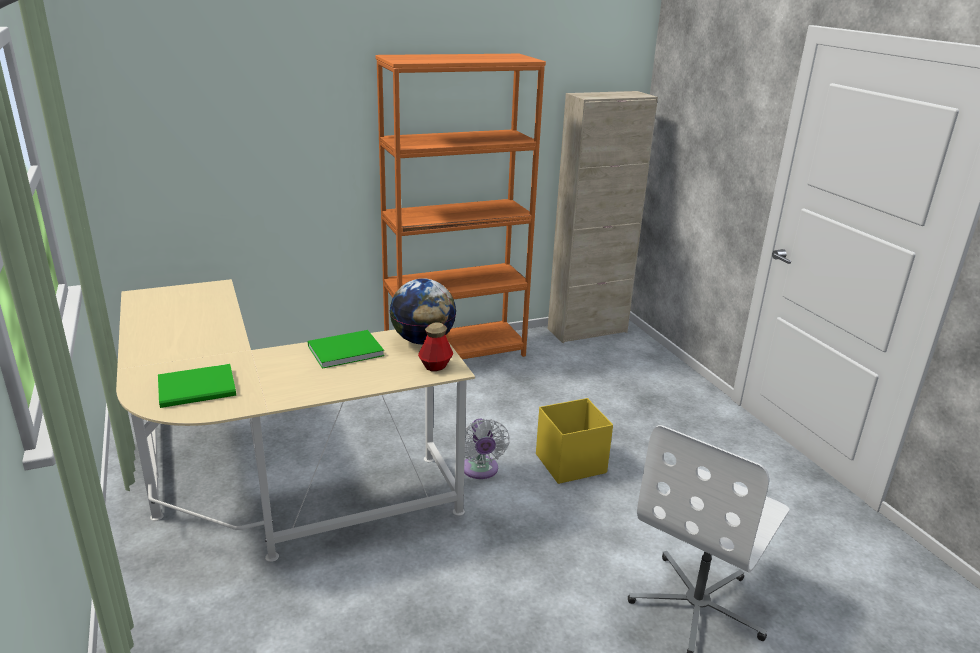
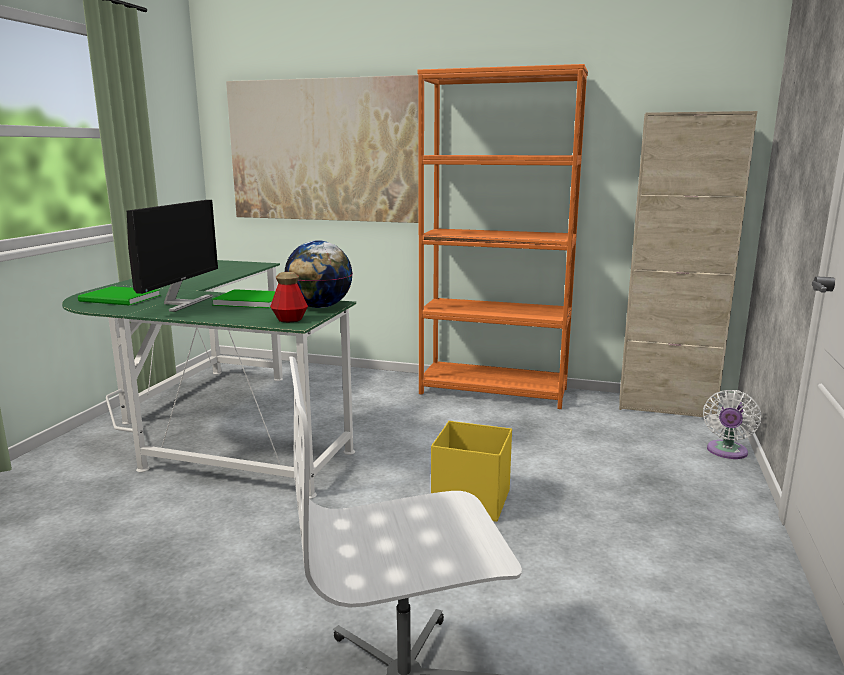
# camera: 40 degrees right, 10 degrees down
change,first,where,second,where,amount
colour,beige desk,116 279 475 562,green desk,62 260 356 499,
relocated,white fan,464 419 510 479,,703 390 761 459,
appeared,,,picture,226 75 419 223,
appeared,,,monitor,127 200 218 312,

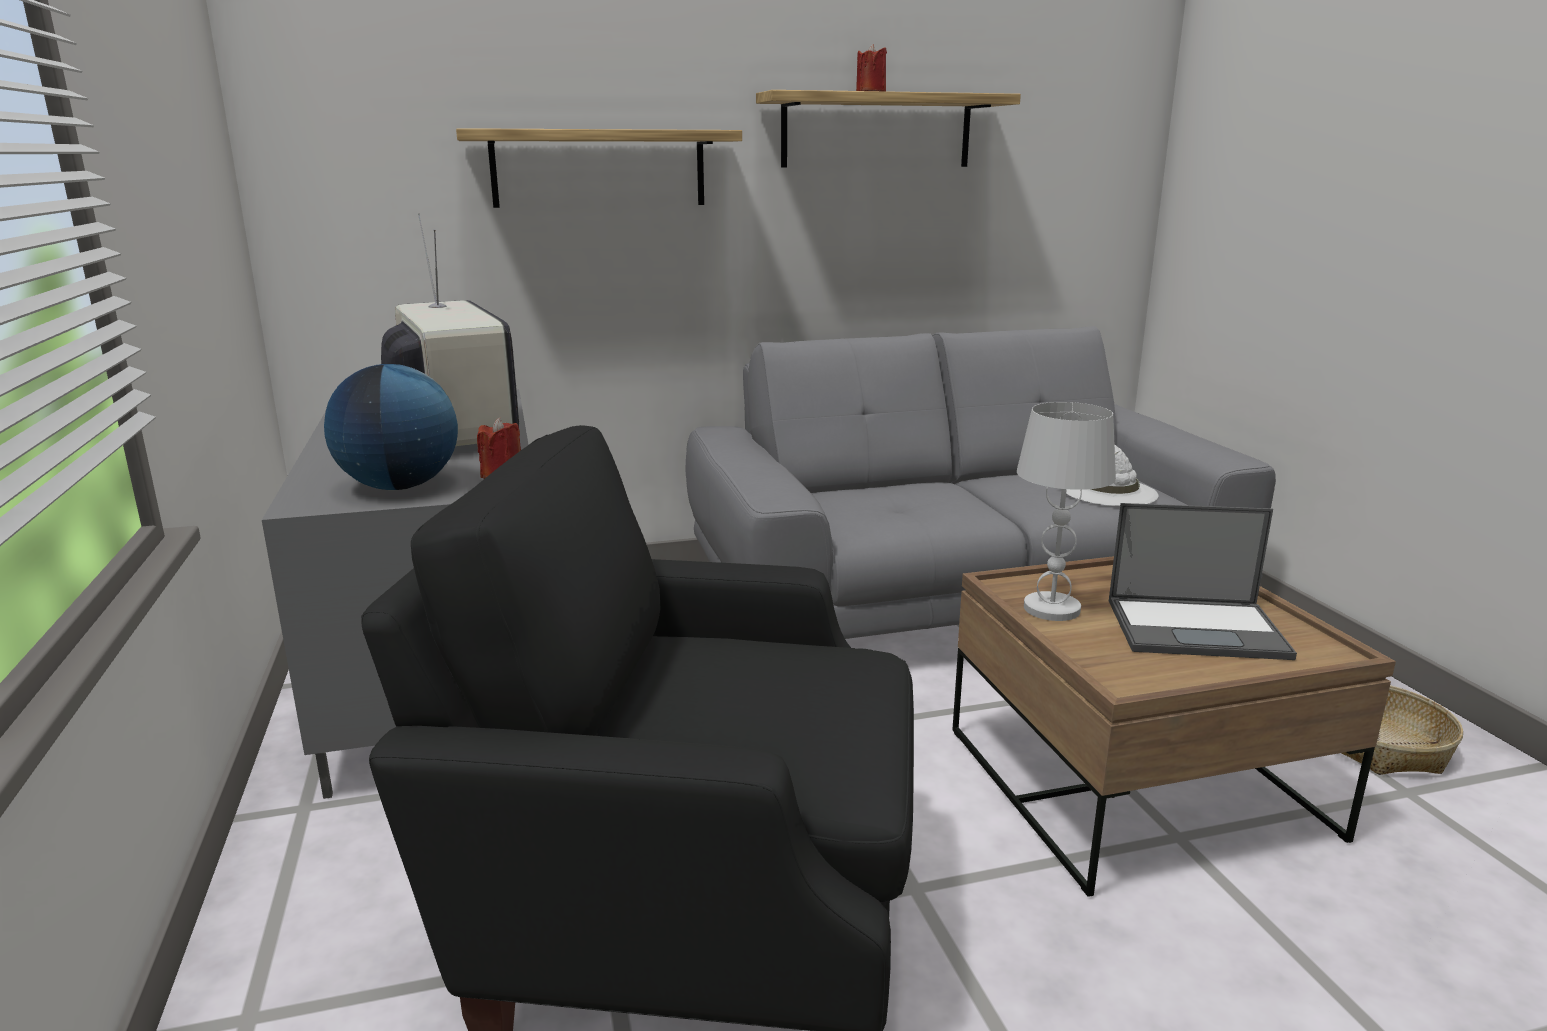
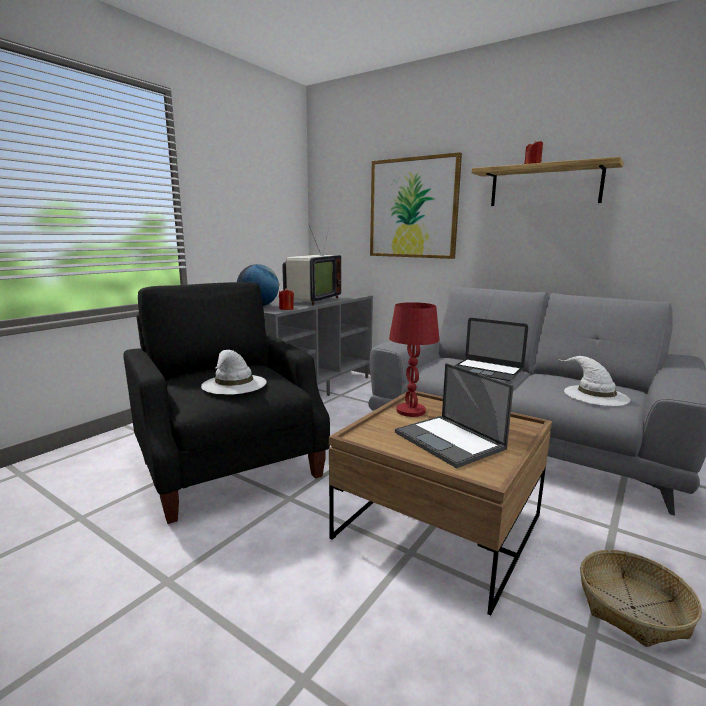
# camera: 50 degrees right, 5 degrees down
change,first,where,second,where,amount
exchanged,shelf,456 128 742 208,picture,370 152 462 259,
colour,white table lamp,1017 402 1116 621,red table lamp,389 302 440 417,
appeared,,,laptop,454 318 528 381,
appeared,,,white hat,201 350 267 395,

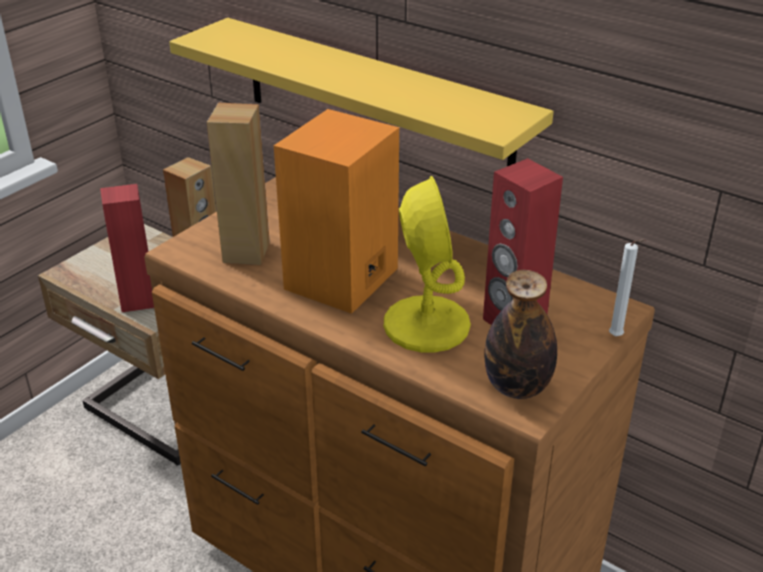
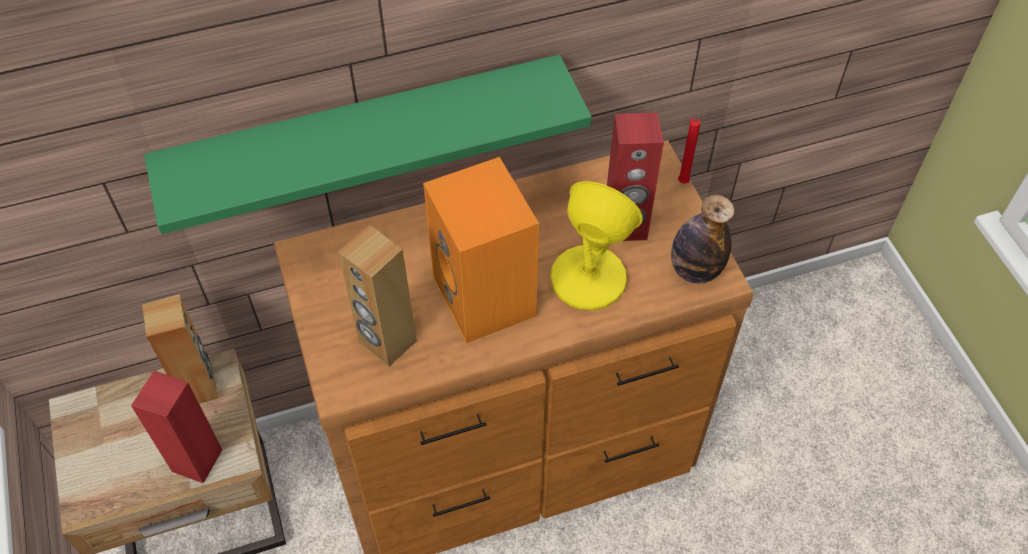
# camera: 55 degrees left, 20 degrees up
change,first,where,second,where,amount
colour,yellow shelf,169 18 554 166,green shelf,144 55 592 234,
colour,white candle,609 239 646 336,red candle,678 113 708 184,

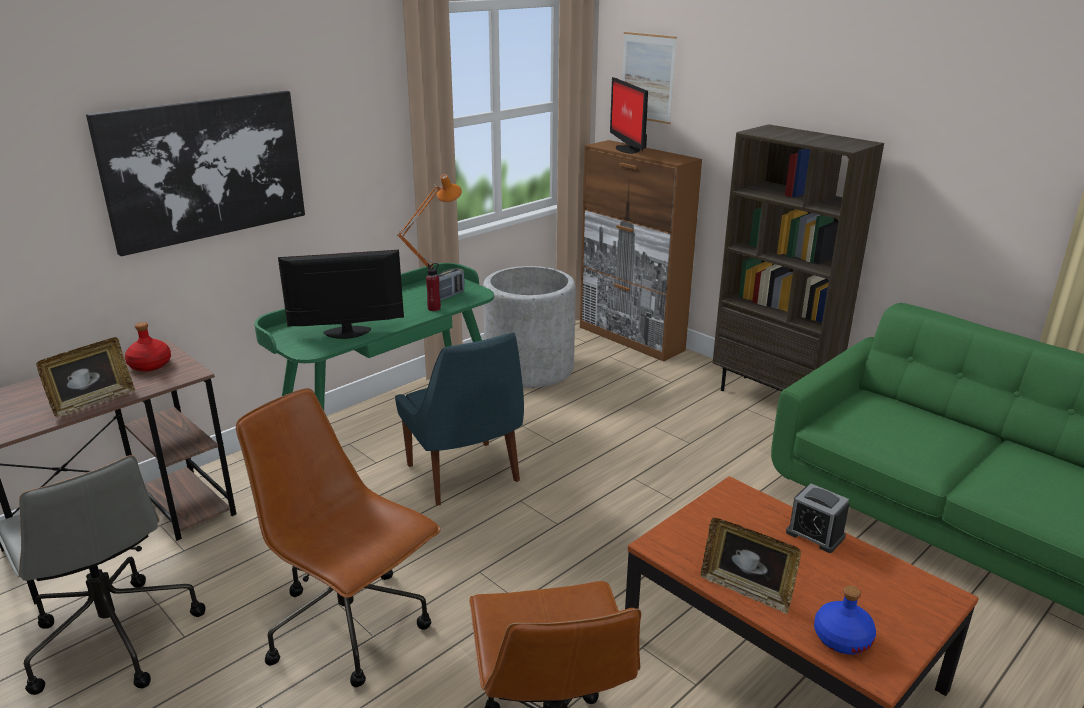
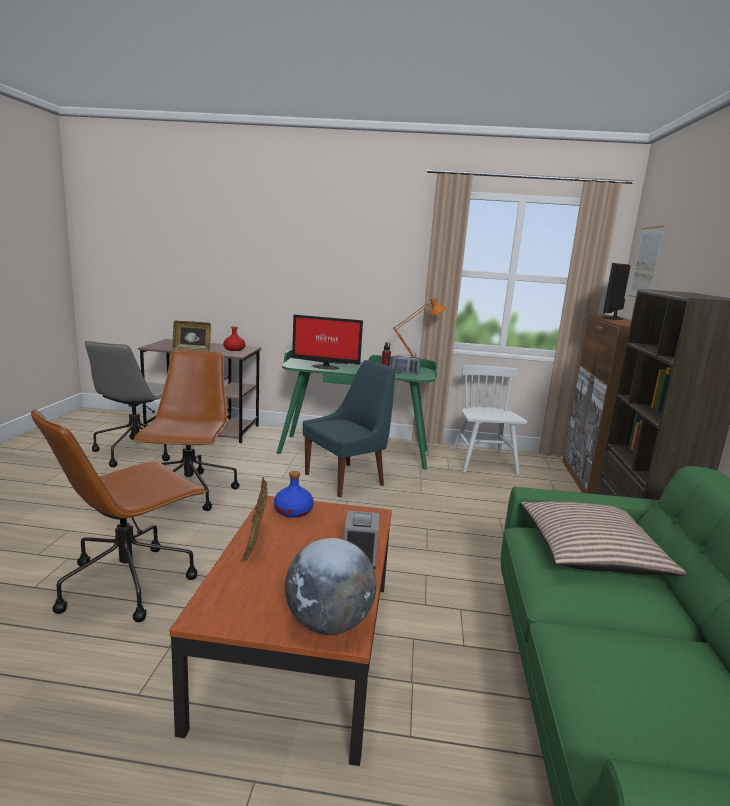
# camera: 50 degrees right, 10 degrees down
change,first,where,second,where,amount
missing,picture,86 91 305 256,,,
spun,monitor,278 250 404 339,,292 314 363 369,150 degrees clockwise
exchanged,grey planter,483 266 576 388,white chair,452 365 527 475,
spun,blue chair,395 333 524 506,,303 360 395 498,150 degrees counterclockwise
relocated,blue bottle,814 585 876 654,,274 471 314 518,
appeared,,,pillow,521 502 686 576,
appeared,,,globe,285 538 377 634,

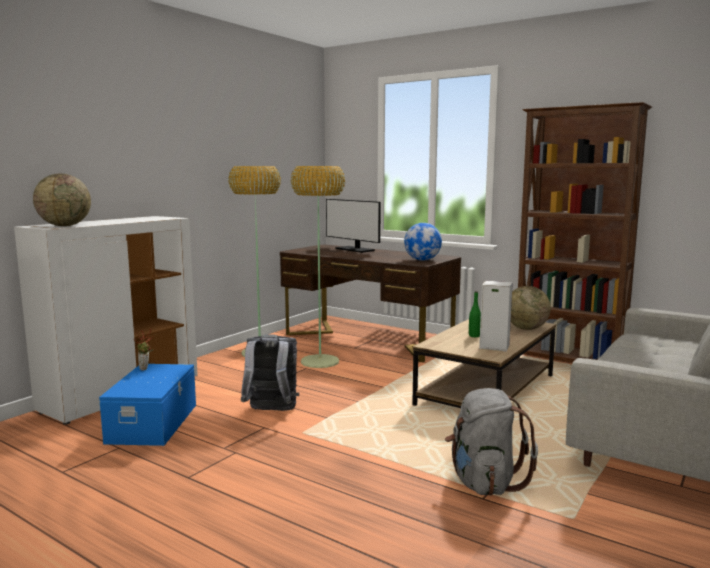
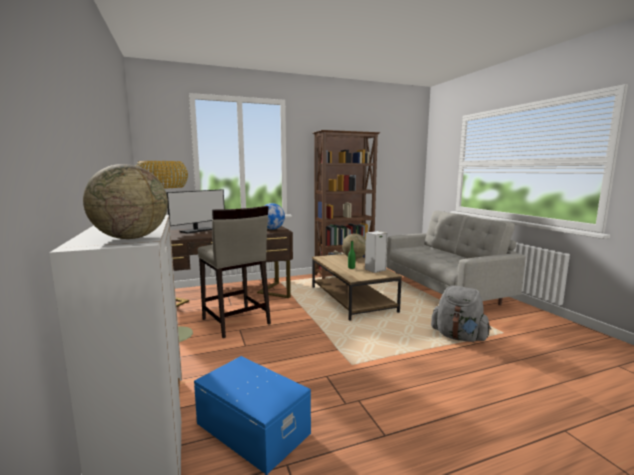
# camera: 55 degrees left, 0 degrees up
change,first,where,second,where,amount
exchanged,floor lamp,291 166 345 368,beige stool,198 206 271 338,
spun,monitor,326 199 381 253,,166 189 225 234,45 degrees counterclockwise
missing,potted plant,133 329 154 371,,,
missing,grey backpack,241 334 299 411,,,

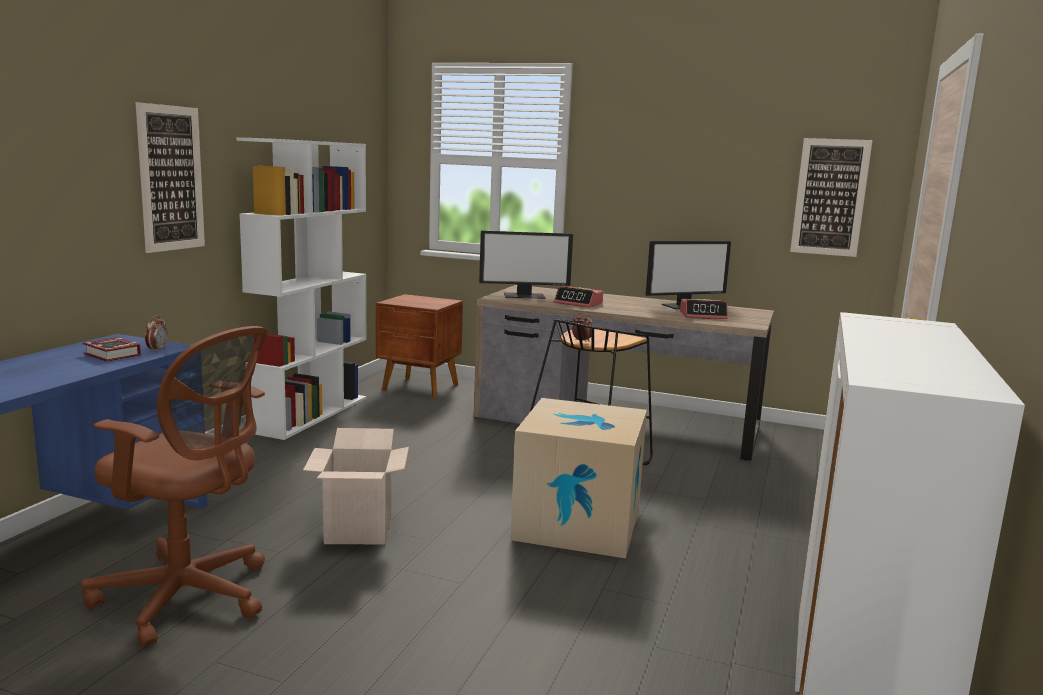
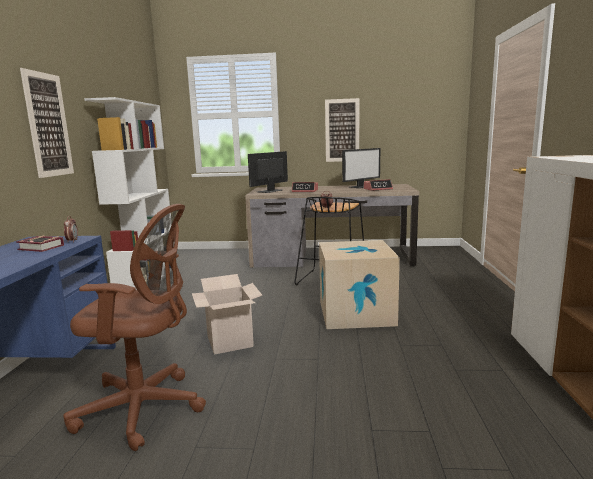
# camera: 15 degrees left, 0 degrees up
change,first,where,second,where,amount
relocated,picture,790 138 873 257,,325 98 359 162,
spun,monitor,479 230 573 299,,248 151 288 193,150 degrees clockwise
missing,brown nightstand,376 294 463 398,,,

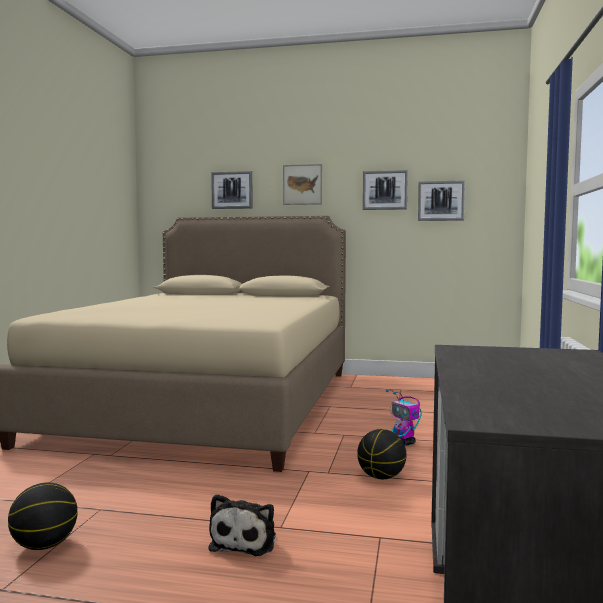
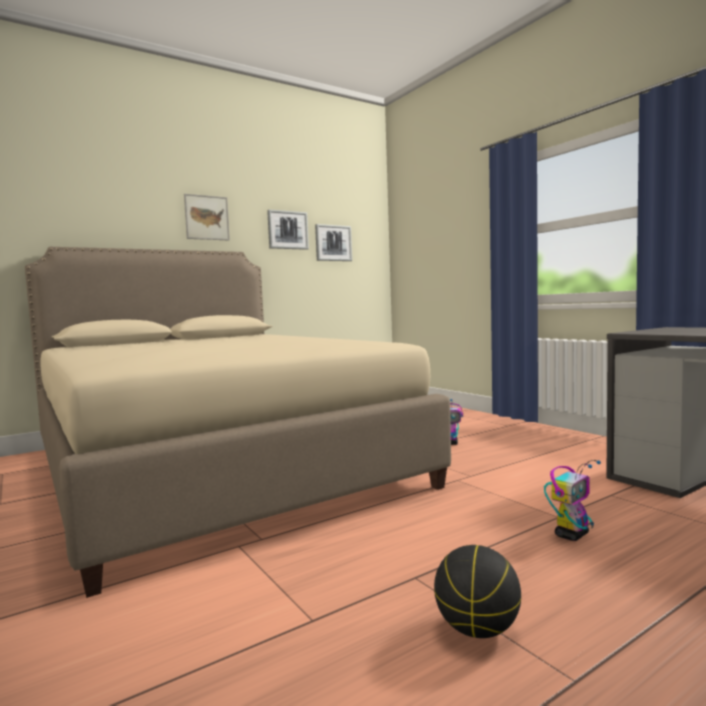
# camera: 45 degrees left, 0 degrees up
change,first,where,second,where,amount
missing,picture,211 171 253 209,,,
missing,basketball,357 429 406 479,,,
exchanged,plush toy,208 494 276 556,toy robot,544 460 601 541,

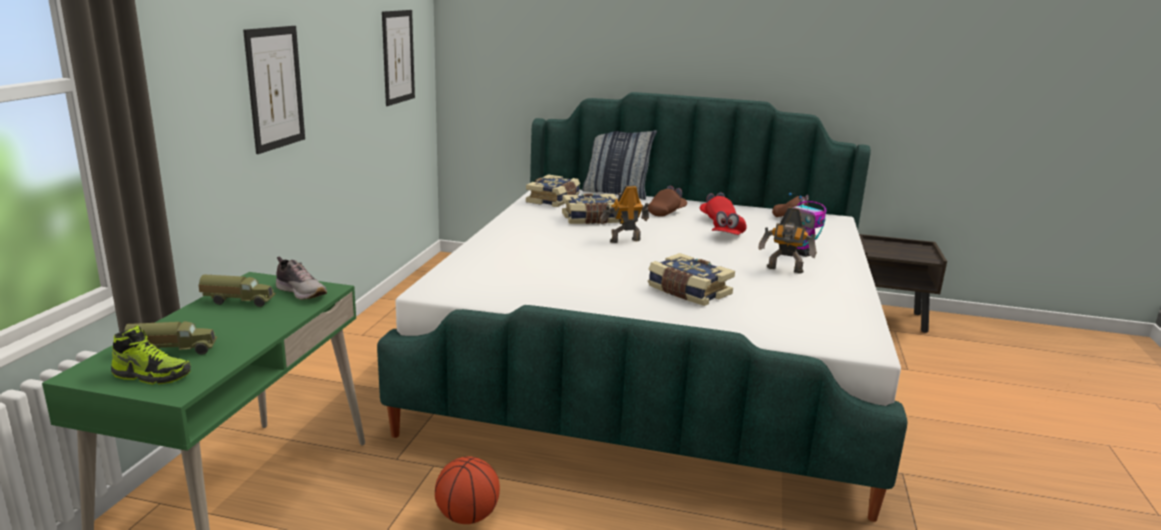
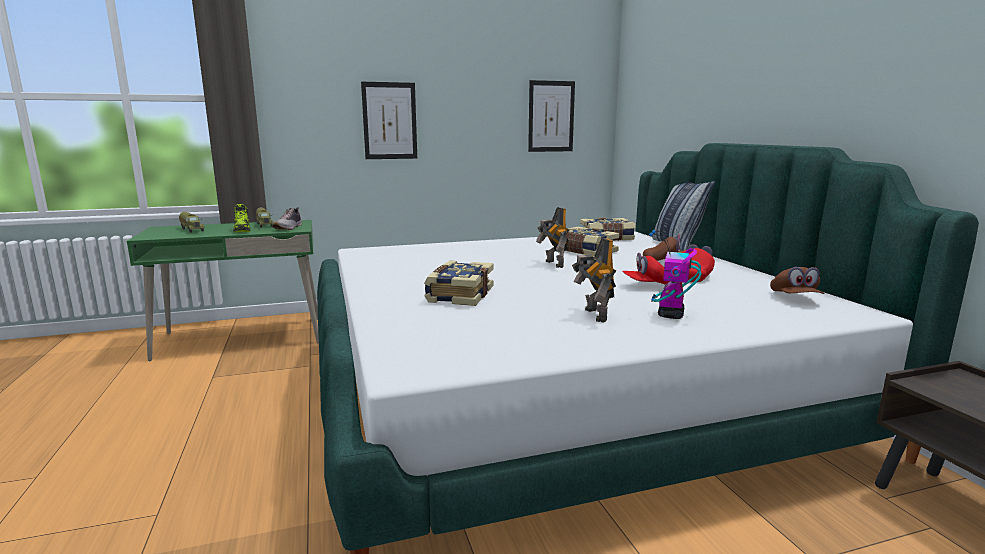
# camera: 60 degrees right, 5 degrees down
change,first,where,second,where,amount
spun,toy robot,600 185 649 243,,536 207 569 268,150 degrees counterclockwise
relocated,shoe,111 325 191 385,,233 204 251 232,
missing,basketball,435 456 500 524,,,

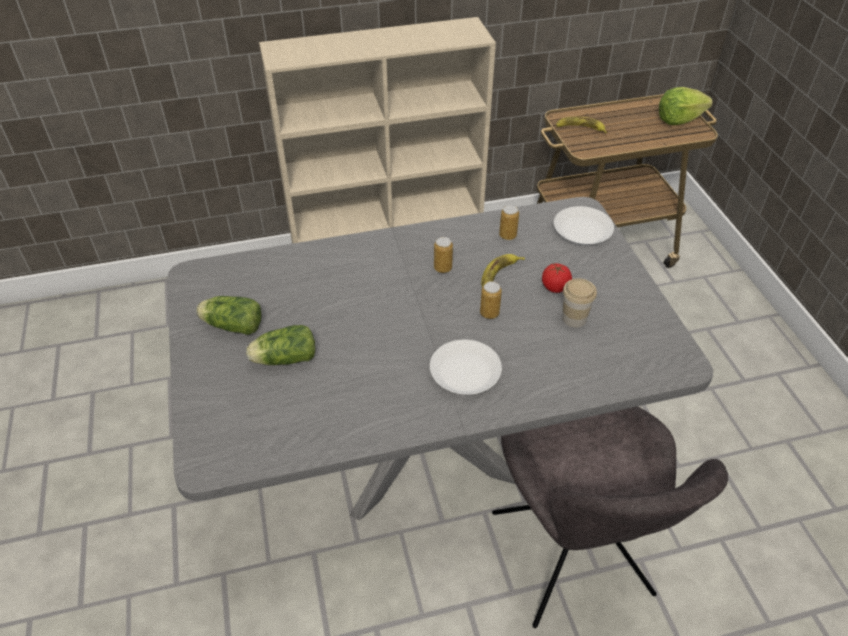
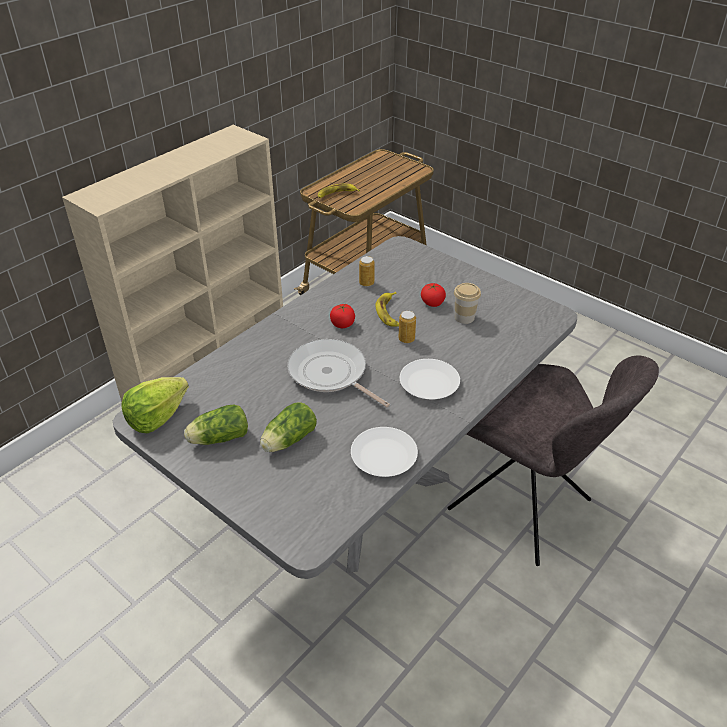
# camera: 35 degrees left, 5 degrees down
change,first,where,second,where,amount
relocated,lettuce,659 87 713 125,,121 377 189 433,
relocated,white plate,554 206 614 245,,351 427 418 477,
exchanged,can,434 237 453 273,tomato,330 304 355 328,
appeared,,,frying pan,287 339 390 407,

